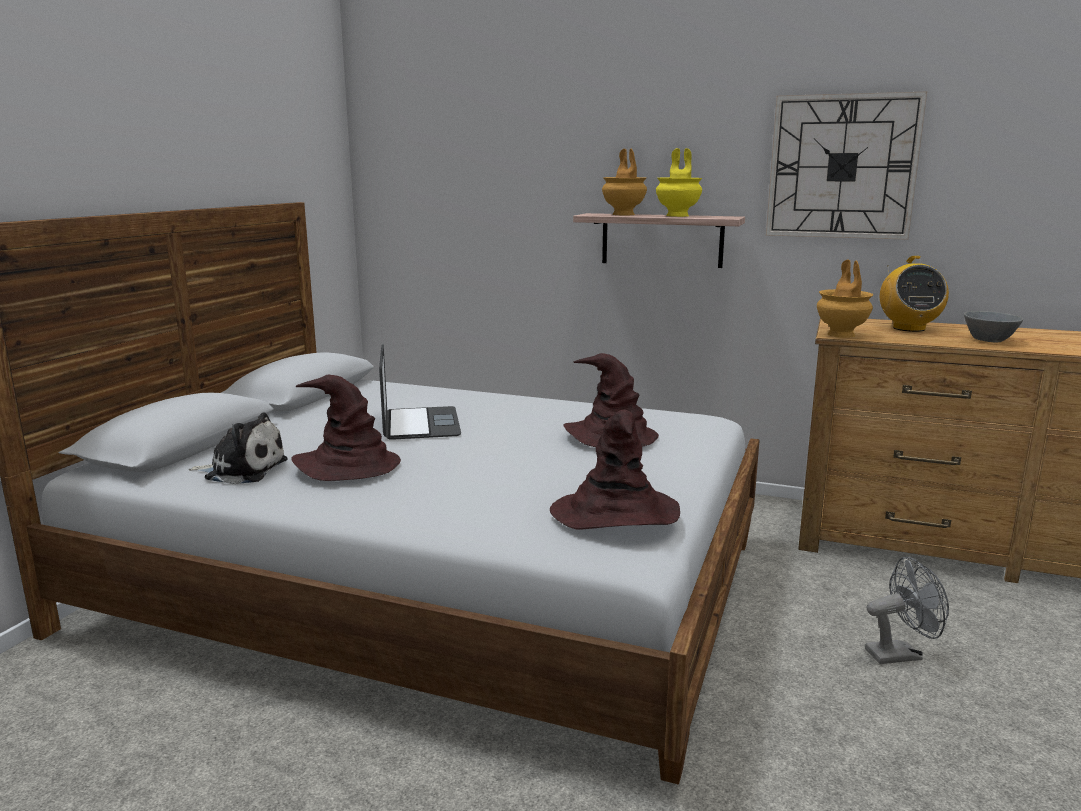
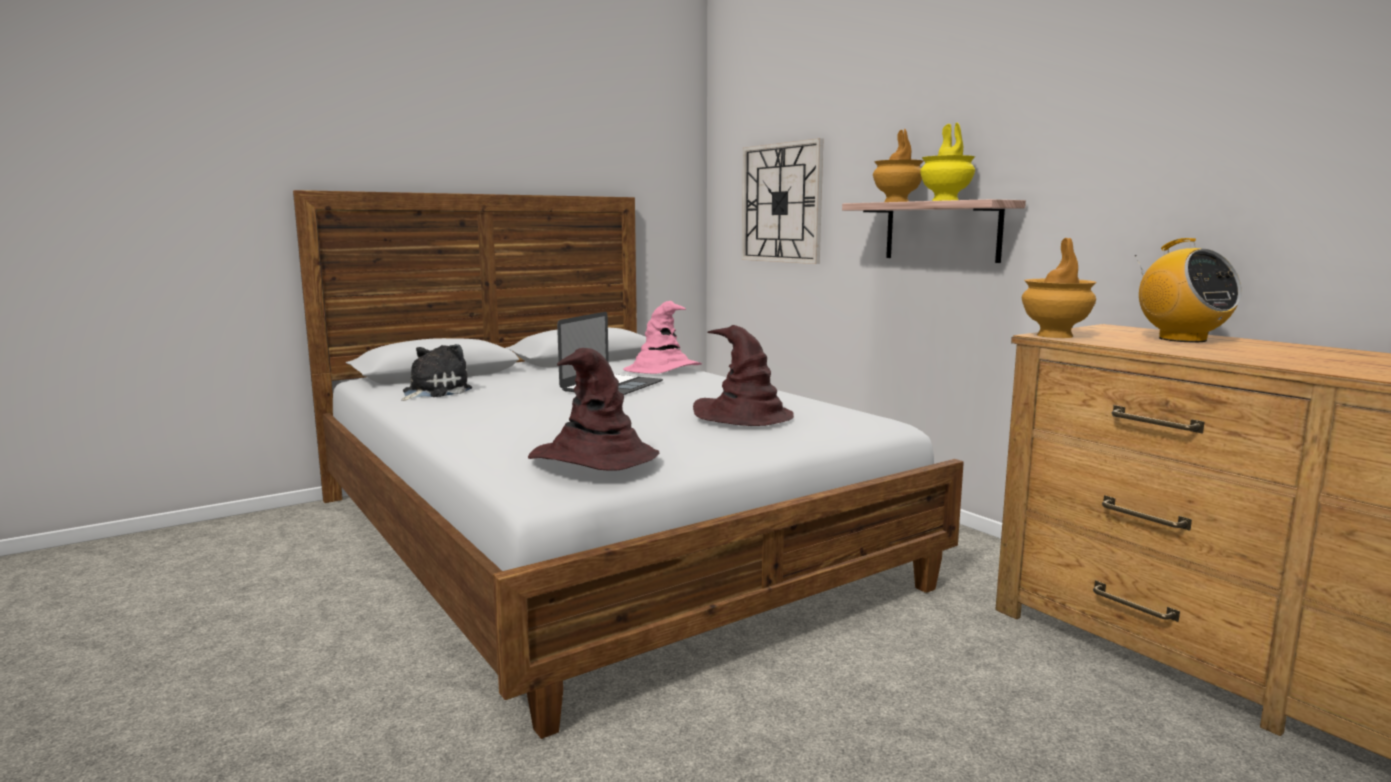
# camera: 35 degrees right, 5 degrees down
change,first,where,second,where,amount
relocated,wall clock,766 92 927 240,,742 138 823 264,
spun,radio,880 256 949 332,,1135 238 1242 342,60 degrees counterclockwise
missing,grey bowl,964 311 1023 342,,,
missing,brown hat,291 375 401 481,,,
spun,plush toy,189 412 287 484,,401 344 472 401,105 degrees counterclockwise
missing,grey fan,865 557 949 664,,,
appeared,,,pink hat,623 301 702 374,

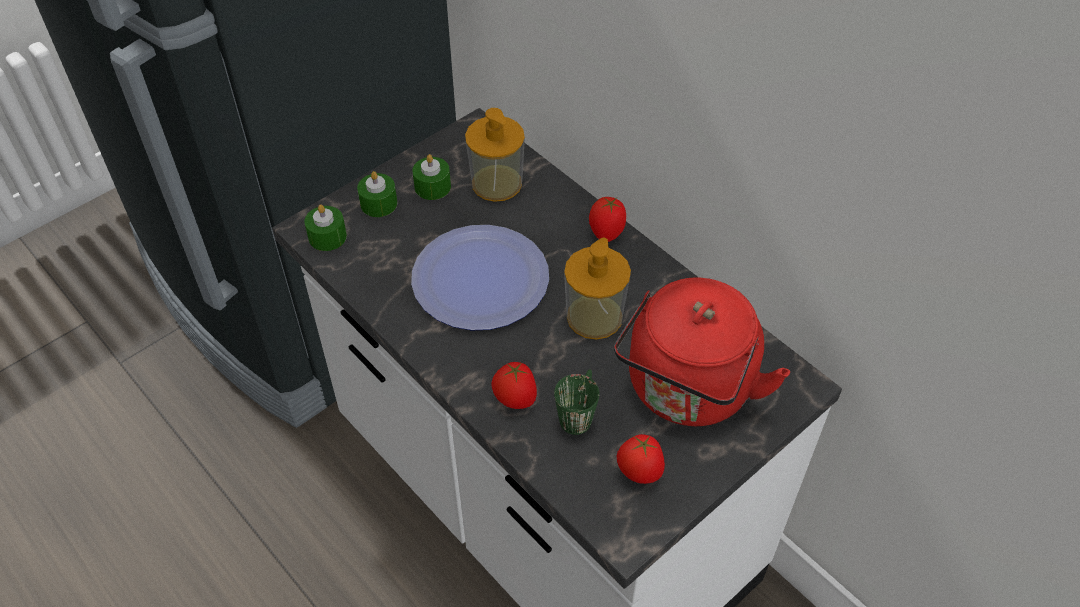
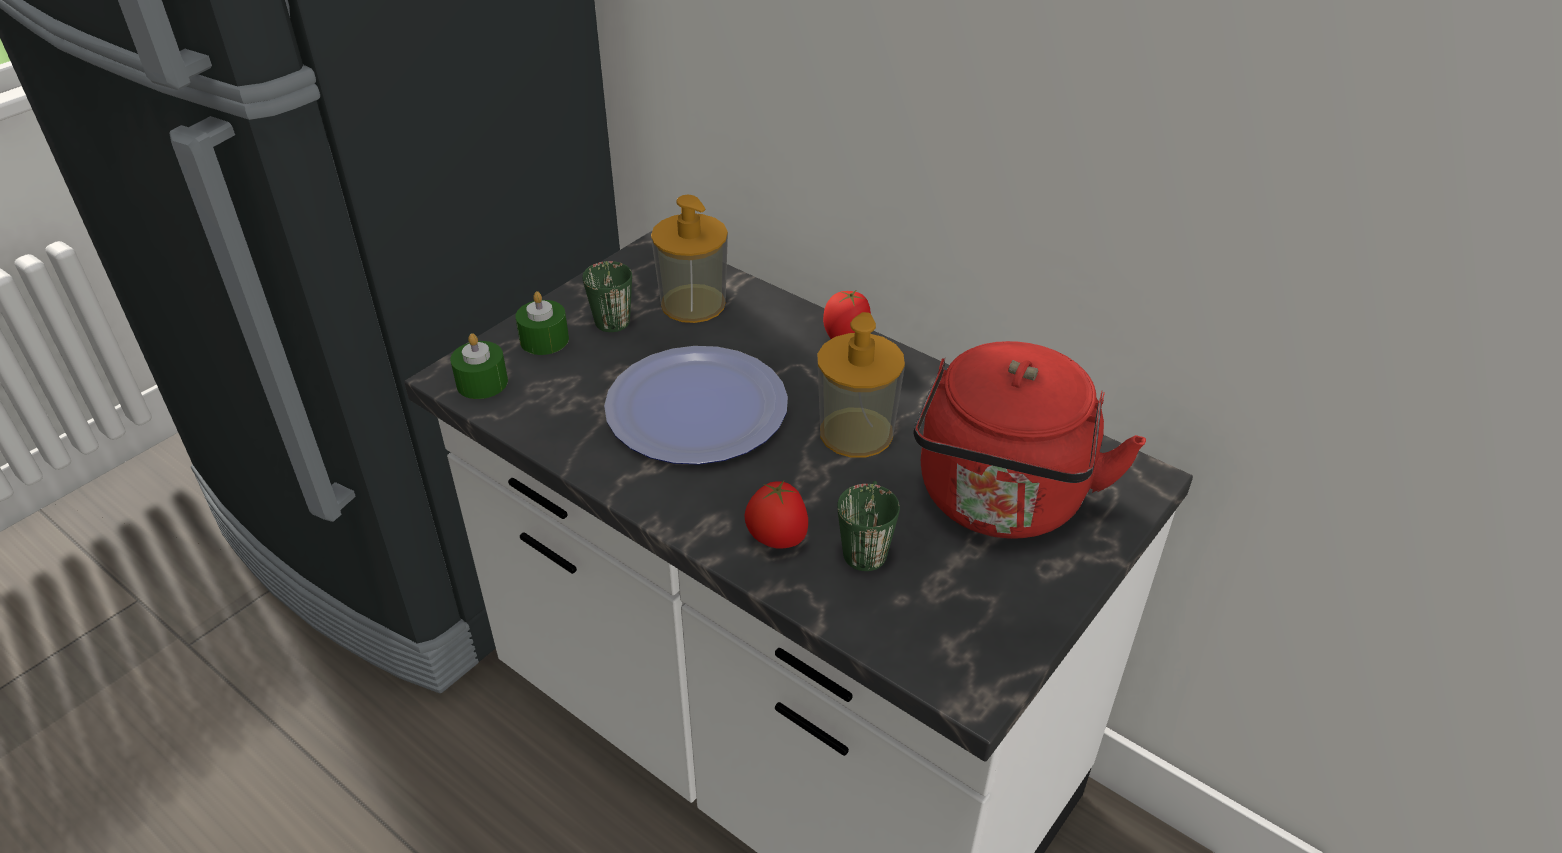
# camera: 10 degrees left, 10 degrees down
change,first,where,second,where,amount
exchanged,green candle,412 154 451 200,green mug,582 261 632 332,
missing,tomato,617 434 665 484,,,

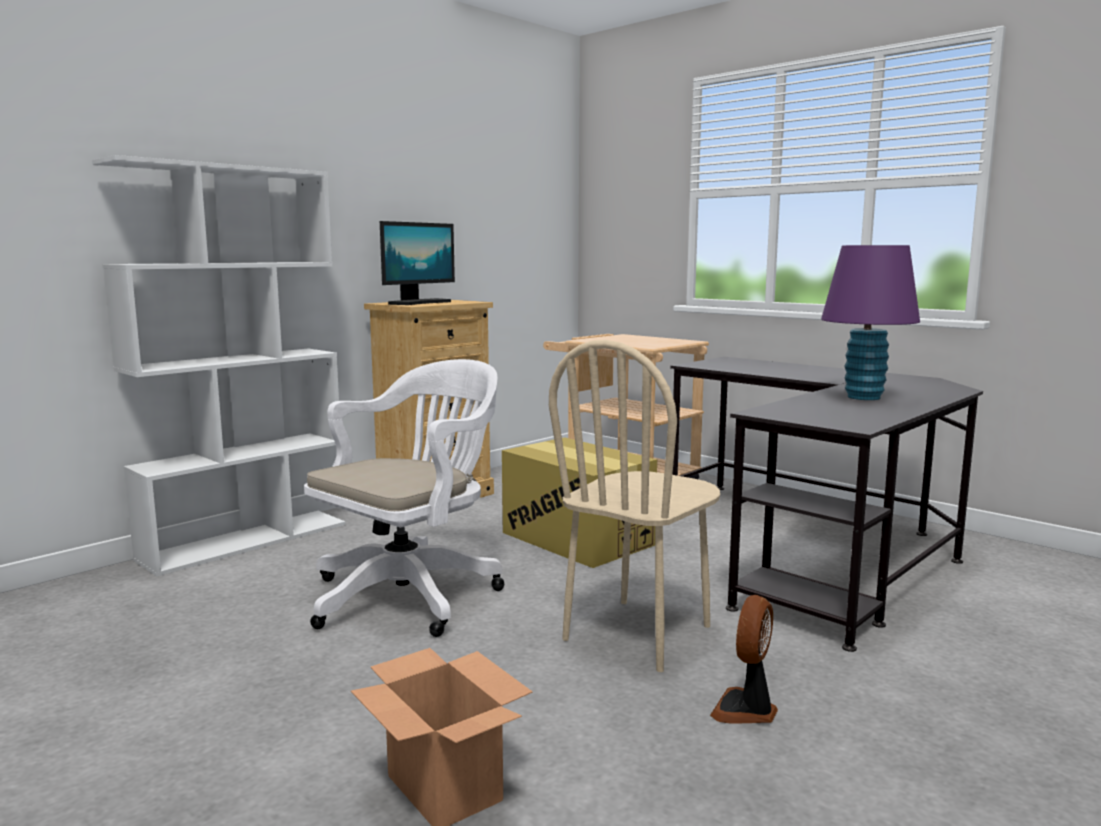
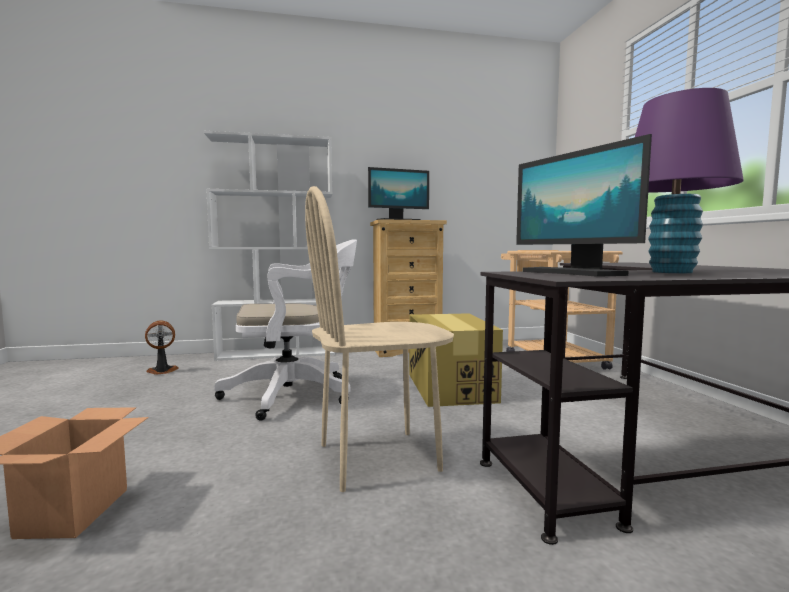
# camera: 35 degrees right, 5 degrees down
change,first,where,second,where,amount
relocated,fan,710 595 778 724,,145 320 178 375,
appeared,,,monitor,516 134 652 277,

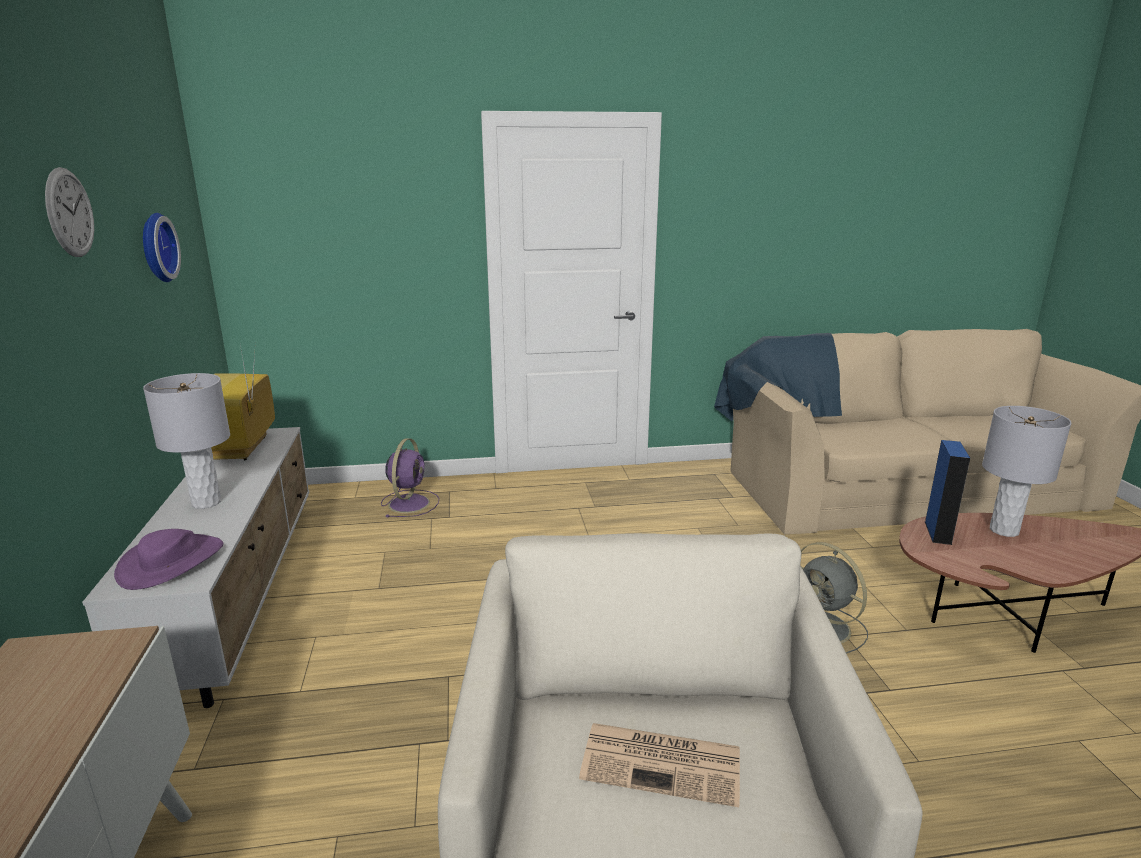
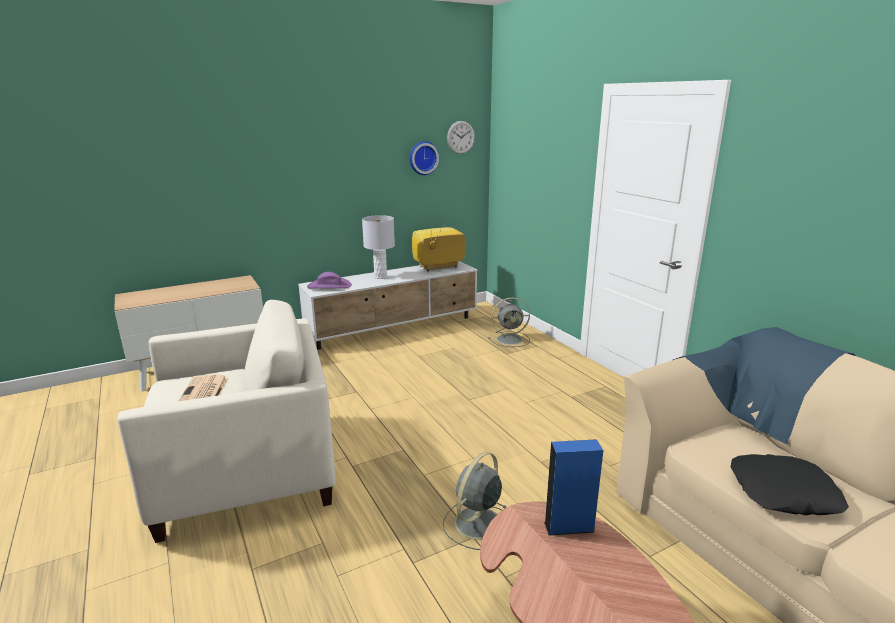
# camera: 70 degrees right, 0 degrees up
change,first,where,second,where,amount
relocated,wall clock,45 167 94 257,,447 121 475 154,
missing,grey table lamp,982 406 1071 537,,,
colour,purple fan,381 438 439 517,grey fan,488 297 530 347,
appeared,,,black pillow,731 454 849 515,

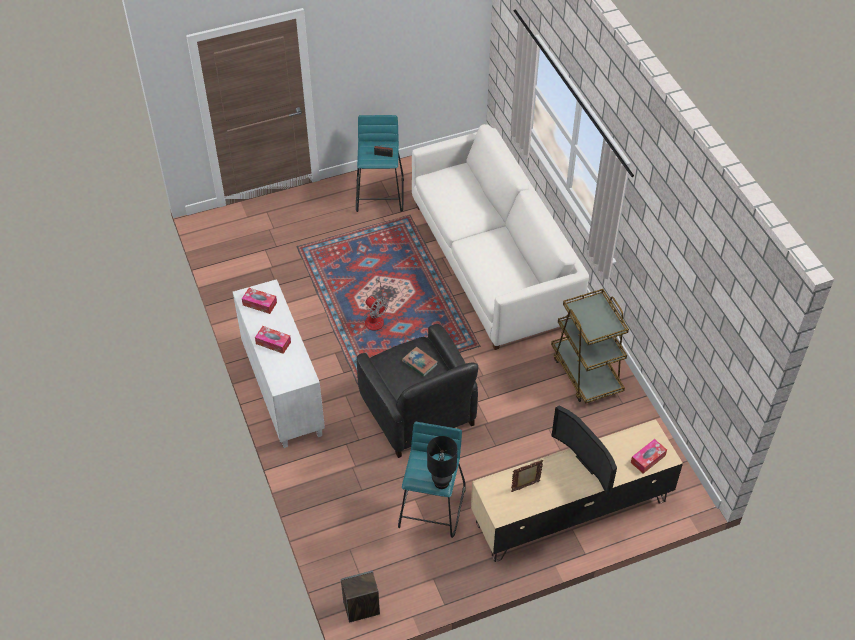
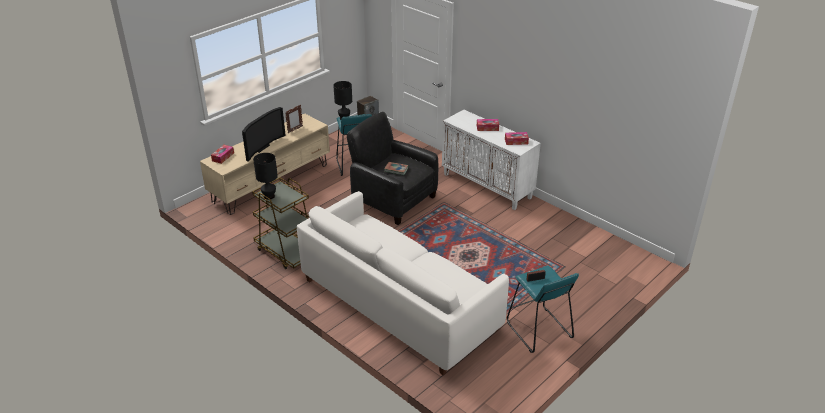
# camera: 155 degrees right, 15 degrees down
change,first,where,second,where,amount
missing,fan,364 276 388 331,,,
spun,television,552 405 617 498,,242 107 286 162,90 degrees clockwise
appeared,,,black table lamp,253 153 278 200,

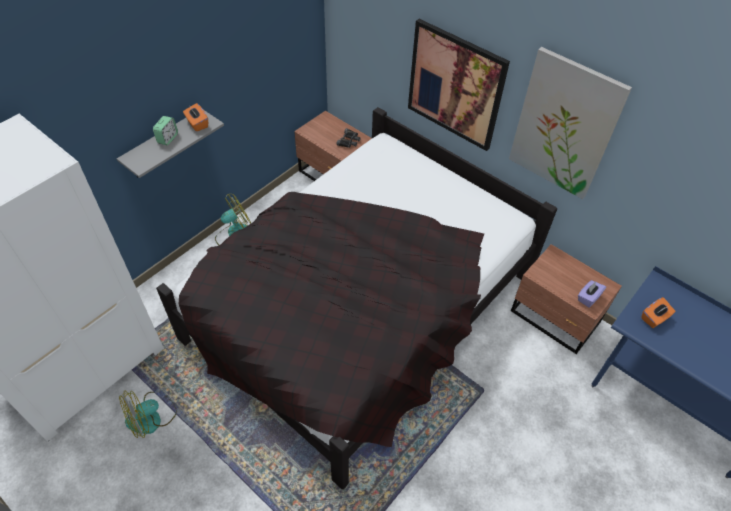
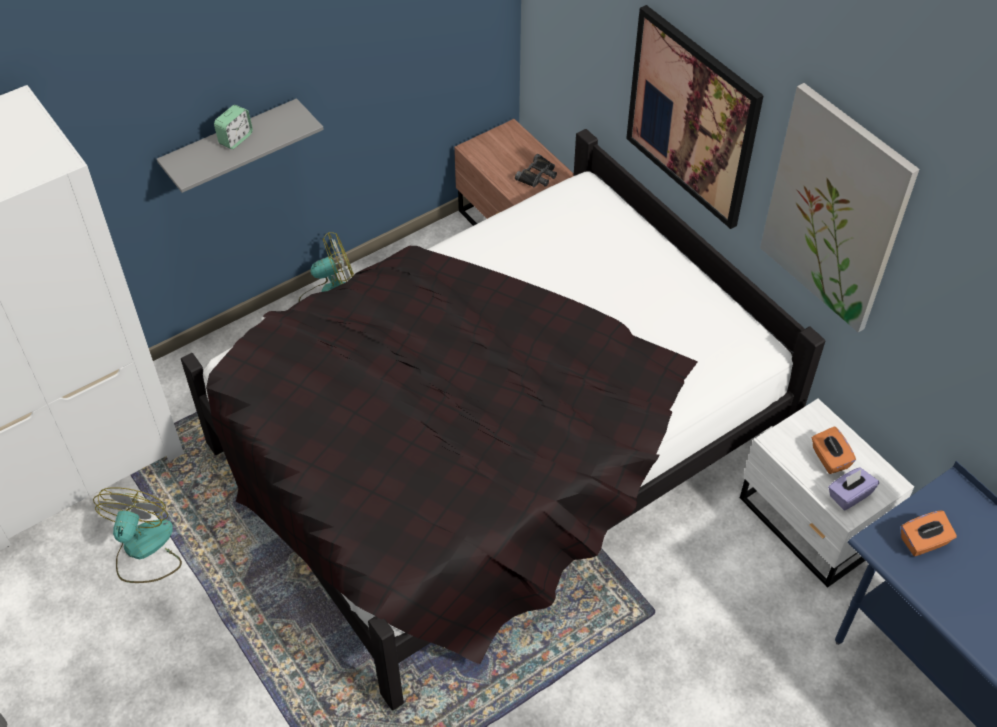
# camera: 15 degrees right, 0 degrees up
change,first,where,second,where,amount
relocated,orange tissue box,183 103 208 132,,812 426 856 474,
colour,brown nightstand,511 244 622 354,white nightstand,740 399 914 588,
spun,fan,119 391 177 438,,93 487 182 583,120 degrees clockwise

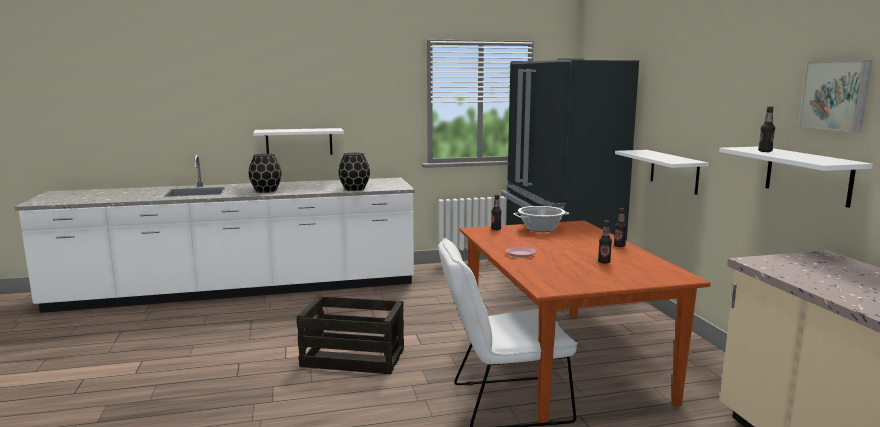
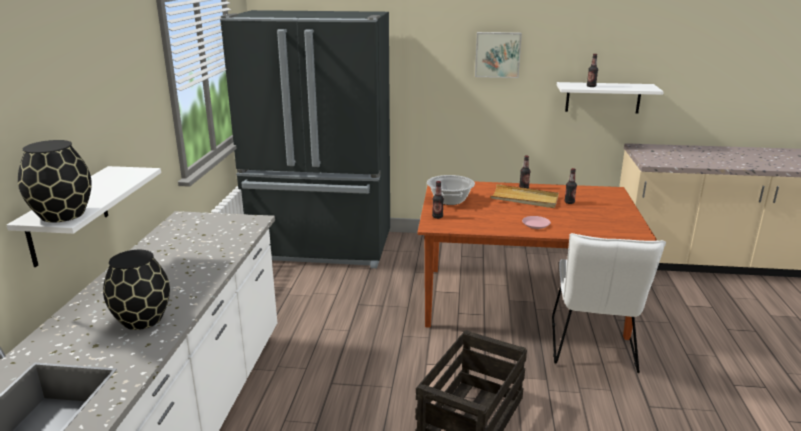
# camera: 70 degrees left, 10 degrees up
change,first,where,second,where,amount
relocated,picture,799 60 872 132,,475 32 522 78,
missing,white shelf,615 150 709 195,,,
relocated,black vase,338 153 370 191,,18 140 92 223,
appeared,,,beige tray,490 184 559 208,

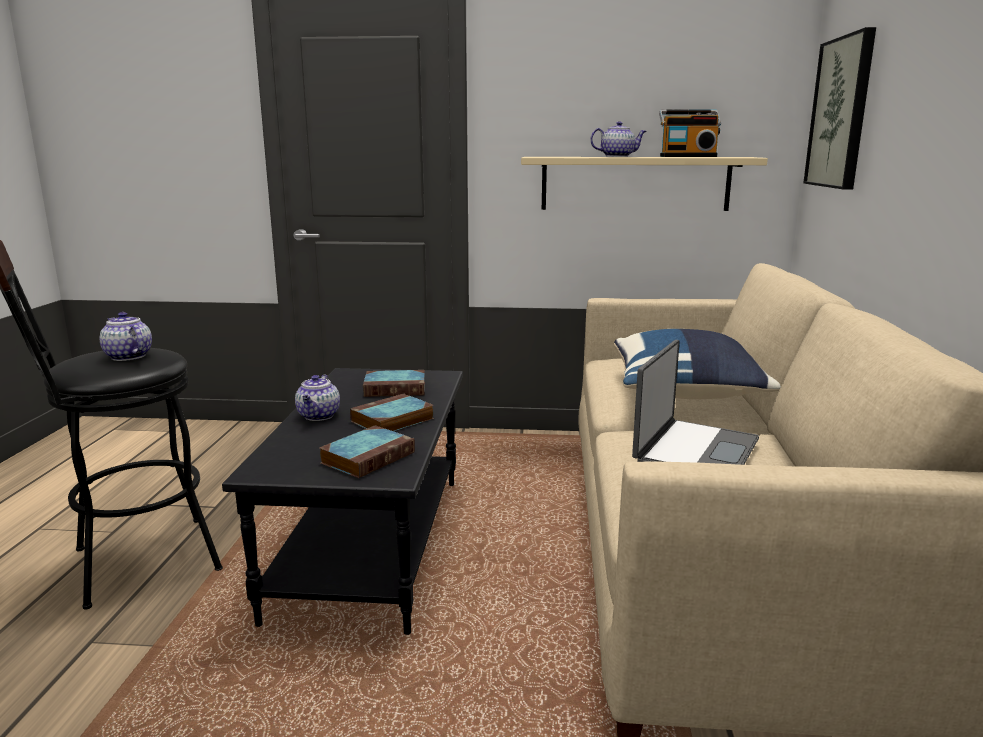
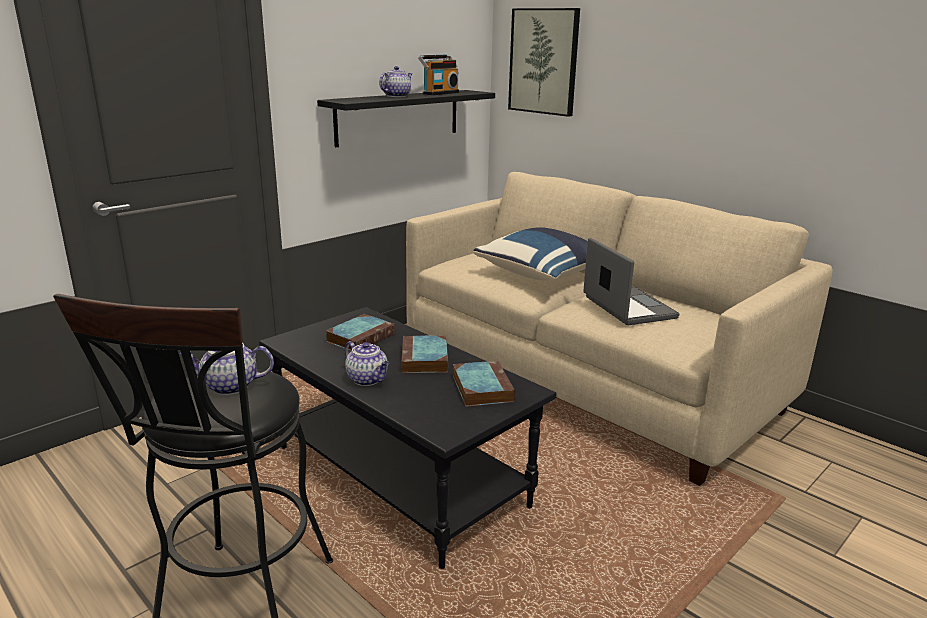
# camera: 50 degrees left, 5 degrees up
change,first,where,second,where,amount
colour,beige shelf,521 157 768 211,black shelf,317 90 495 147,

